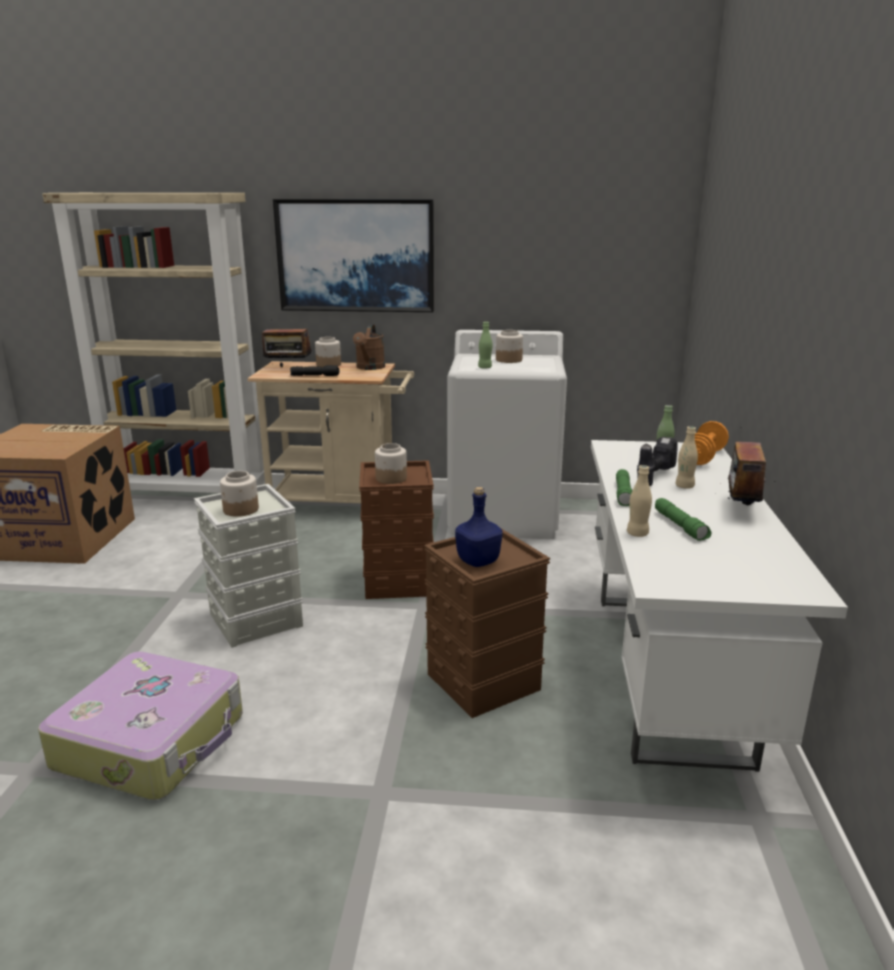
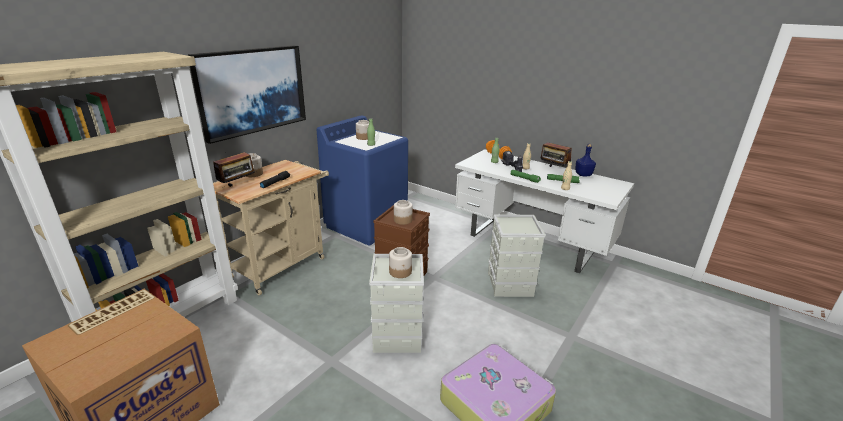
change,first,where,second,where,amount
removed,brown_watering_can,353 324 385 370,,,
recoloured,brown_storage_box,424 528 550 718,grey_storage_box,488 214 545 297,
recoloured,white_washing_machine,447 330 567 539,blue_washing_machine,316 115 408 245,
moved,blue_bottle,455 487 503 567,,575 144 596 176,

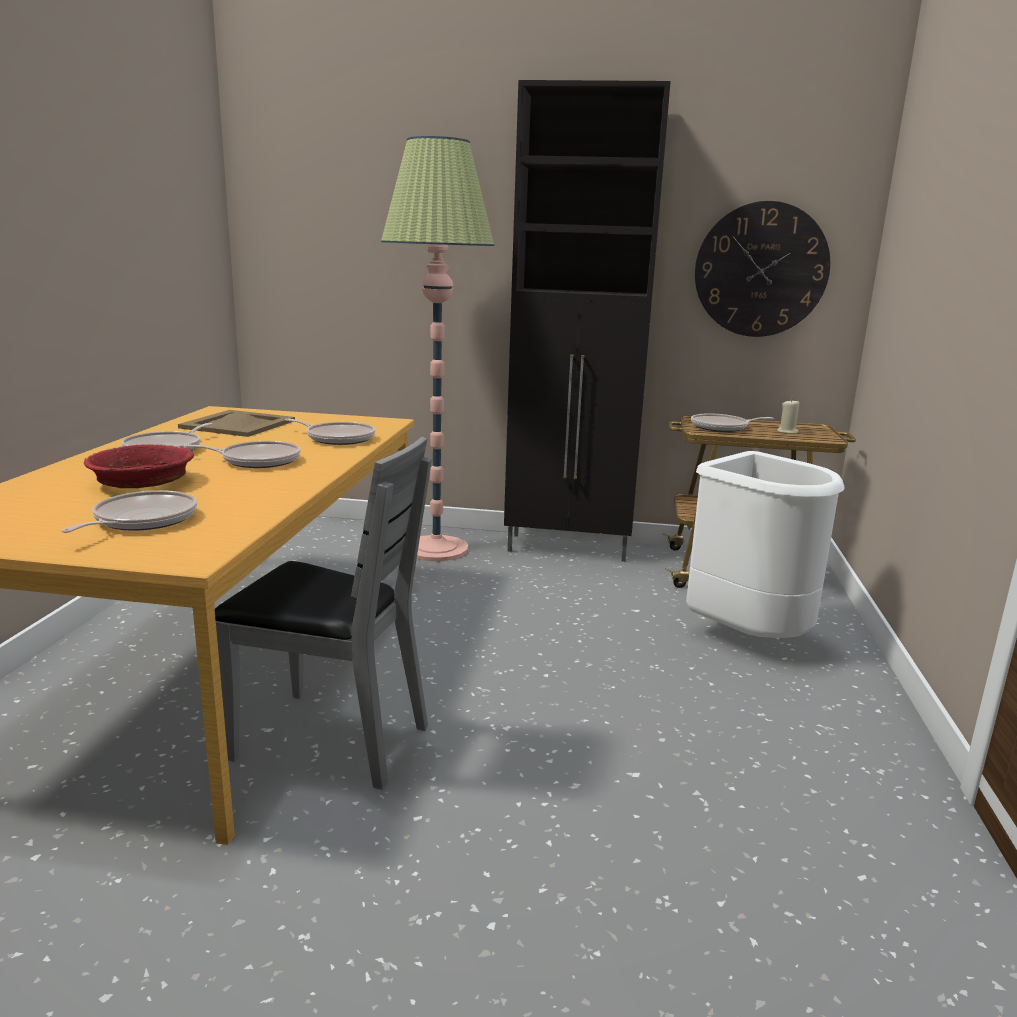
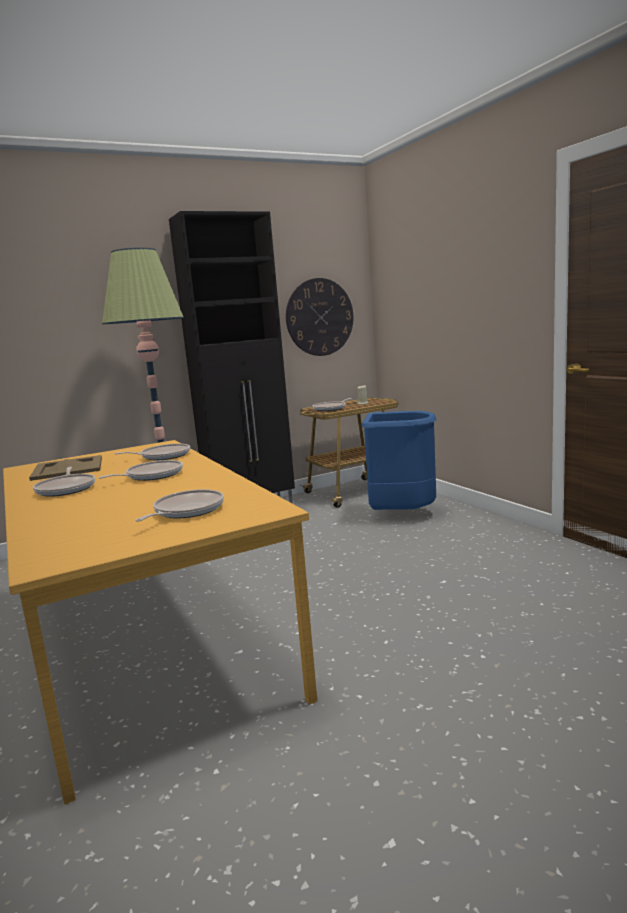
change,first,where,second,where,amount
turned,frying_pan,61 490 197 533,,135 489 224 522,45 degrees clockwise
removed,red_bowl,84 444 194 488,,,
removed,grey_chair,215 437 432 790,,,
recoloured,white_trash_can,686 451 845 638,blue_trash_can,361 411 436 510,

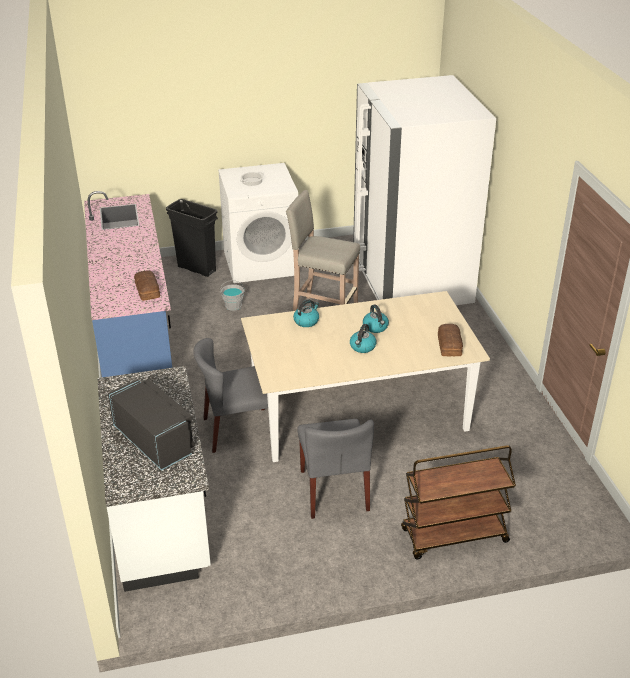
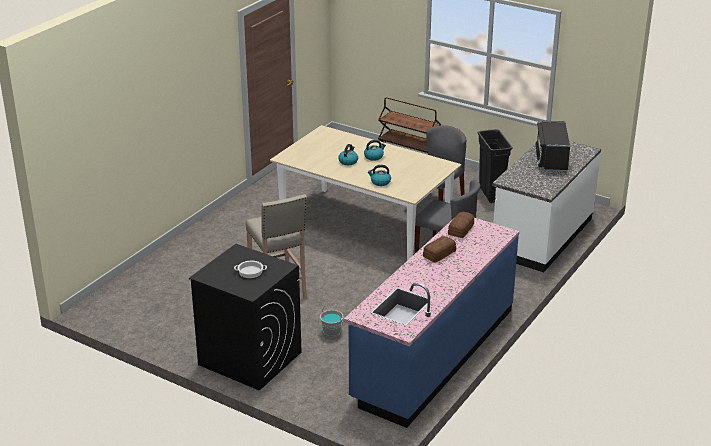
change,first,where,second,where,amount
moved,black_trash_can,166 199 218 277,,478 129 513 203,
recoloured,white_washing_machine,218 163 298 283,black_washing_machine,189 244 301 391,
removed,white_fridge,353 75 496 305,,,
moved,bread,438 324 463 356,,423 236 456 263,

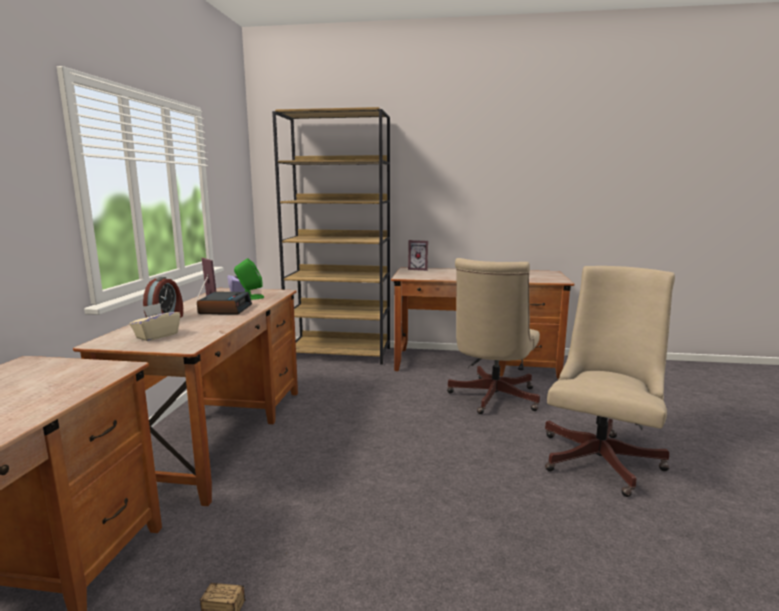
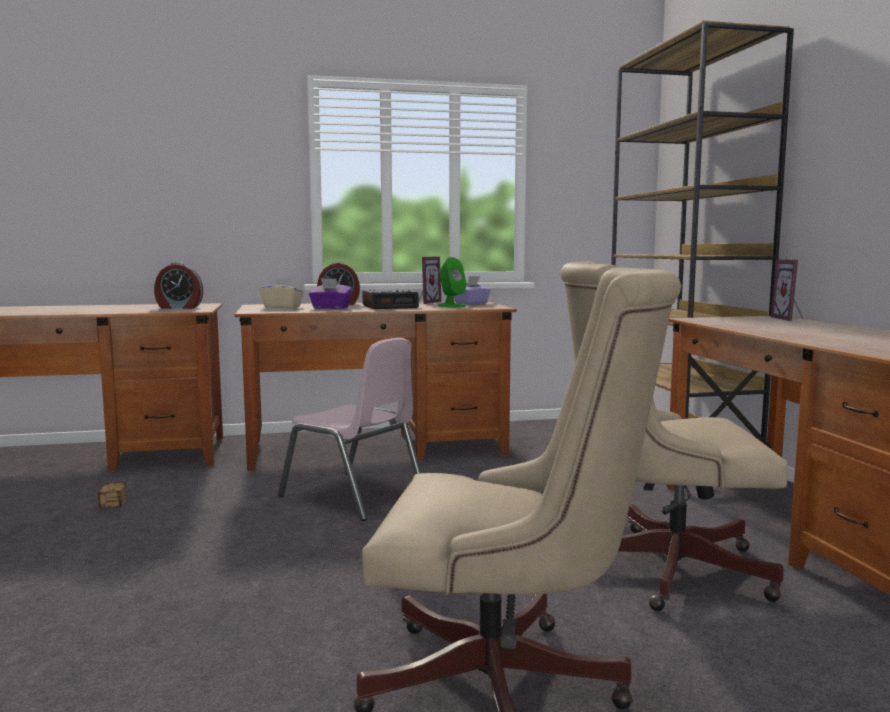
change,first,where,second,where,amount
added,,,alarm_clock,154 262 203 309,
added,,,pink_chair,278 338 421 521,
added,,,purple_tissue_box,309 278 352 309,

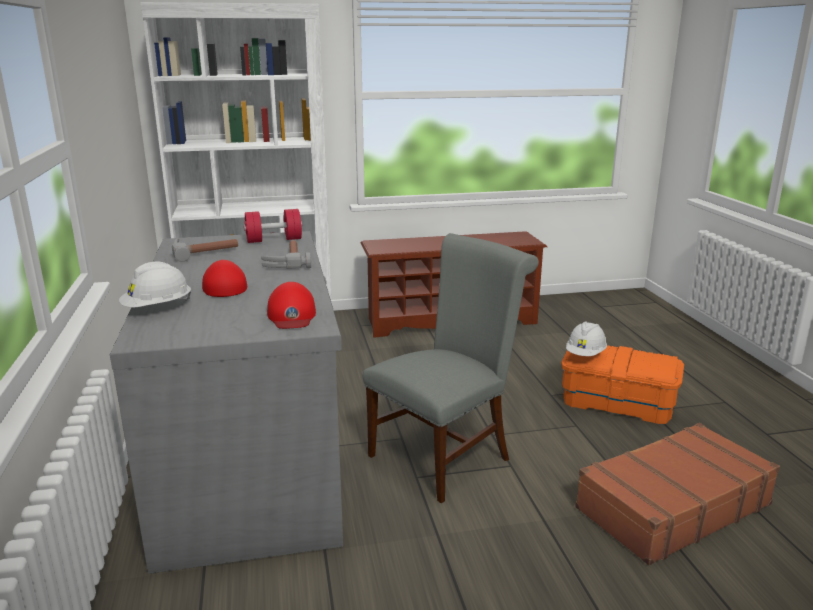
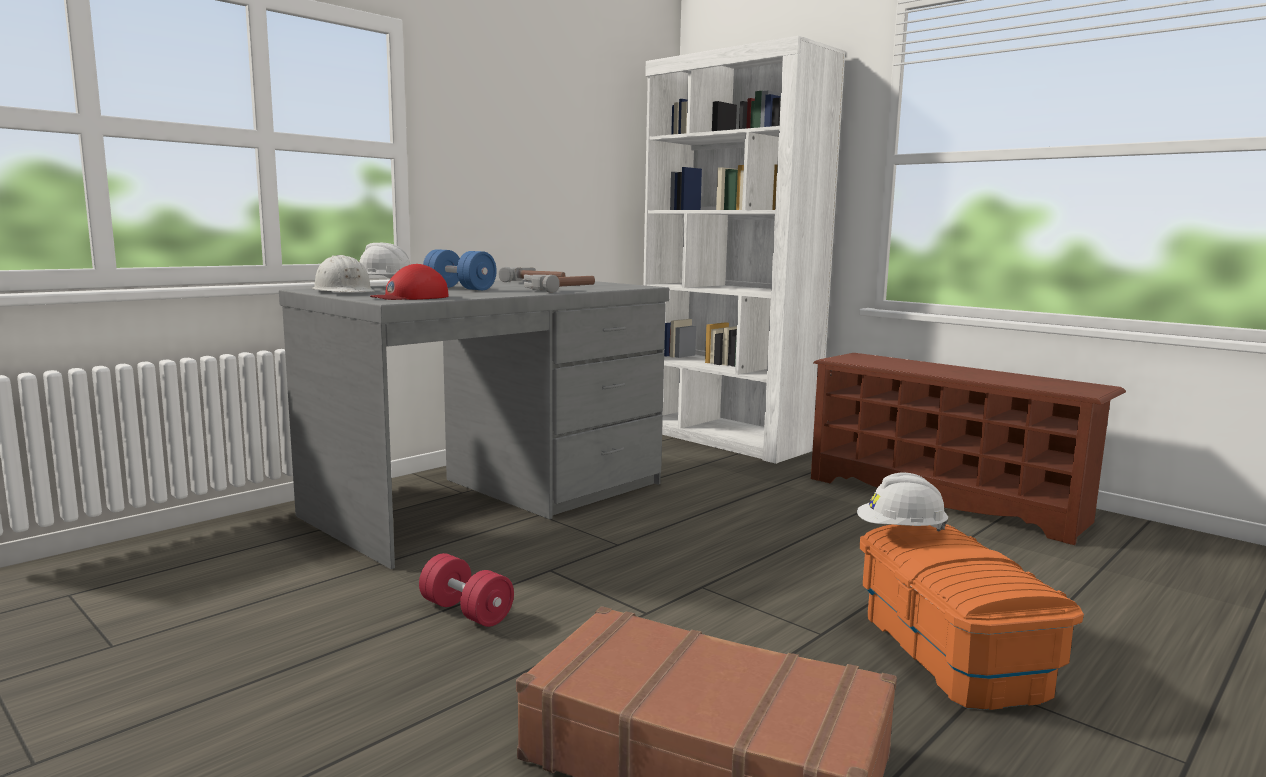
change,first,where,second,where,amount
replaced,red_cap,202 260 247 297,blue_dumbbell,423 249 497 290,
moved,red_dumbbell,244 209 302 243,,419 553 514 627,
removed,grey_chair,363 233 539 503,,,
added,,,white_hard_hat,312 255 375 292,

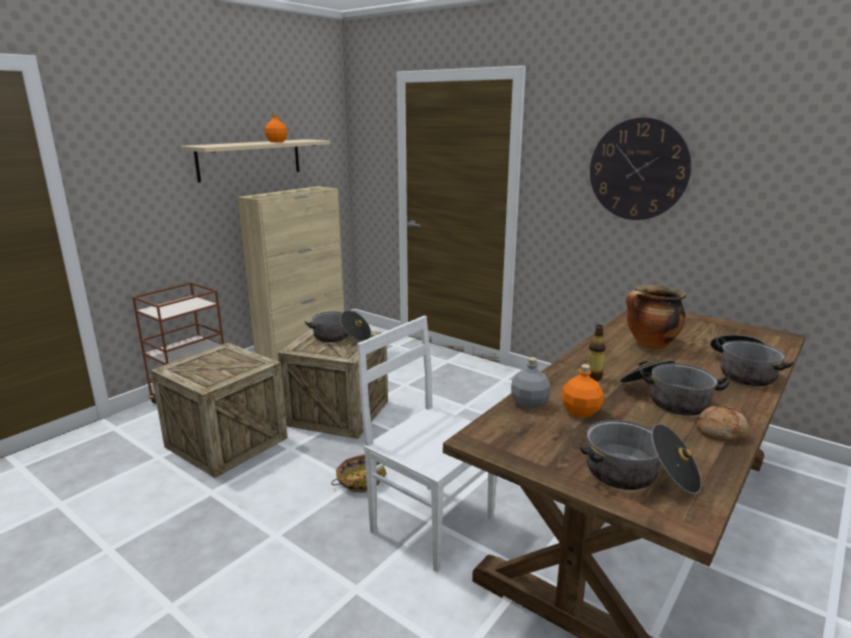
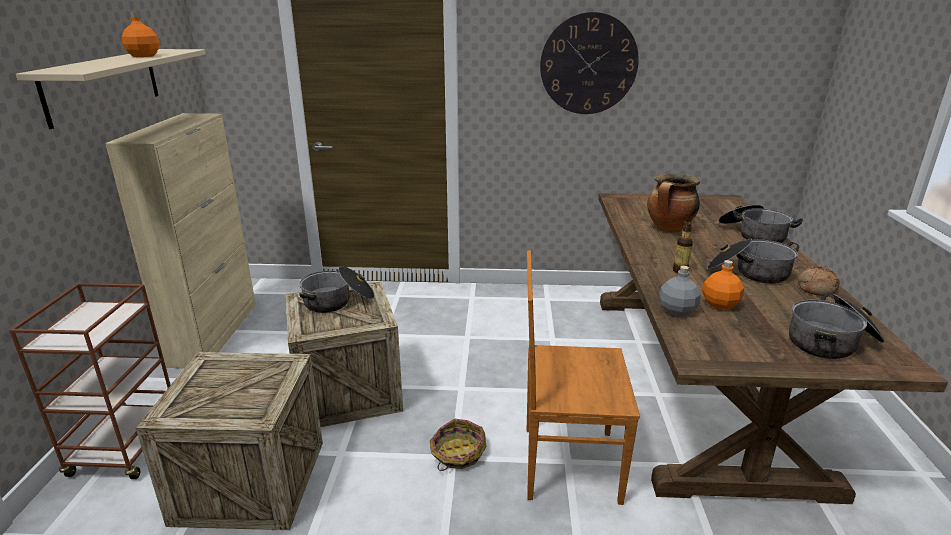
change,first,where,second,where,amount
recoloured,white_chair,357 316 497 572,brown_chair,527 250 640 505,

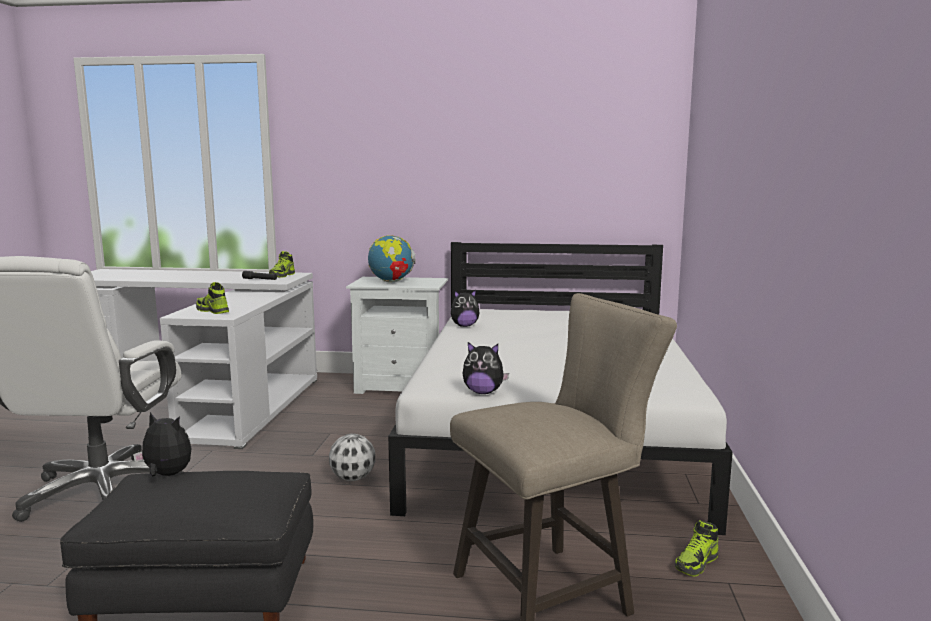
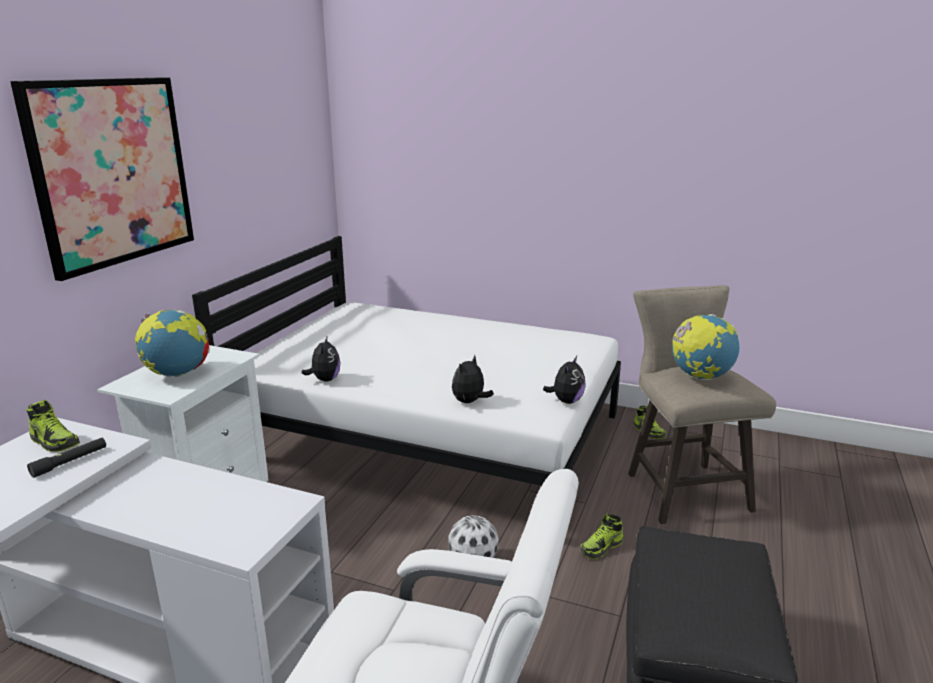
change,first,where,second,where,amount
moved,plush_toy,133 412 192 476,,452 355 494 403,
moved,shoe,196 282 229 314,,580 514 623 559,
added,,,picture,10 77 194 281,
added,,,globe,672 314 740 381,

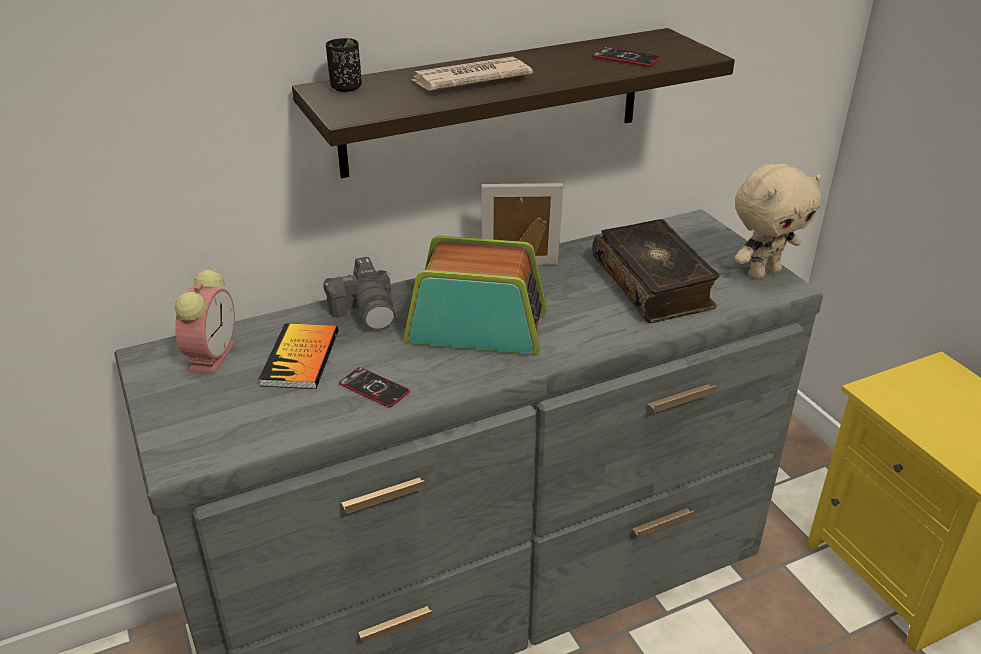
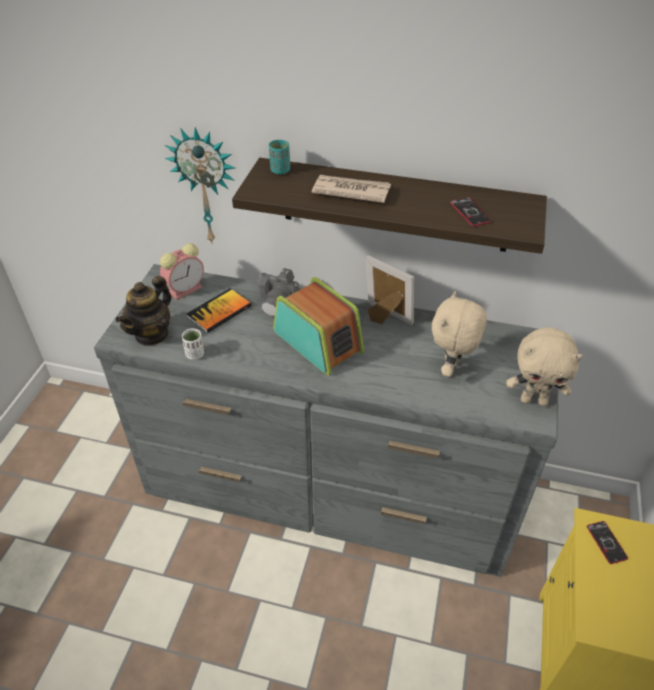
change,first,where,second,where,amount
recoloured,black_cup,326 38 362 92,turquoise_cup,269 140 290 175,
moved,phone,339 367 410 407,,587 521 628 564,
replaced,book,592 219 720 323,beige_plush_toy,432 291 487 377,
added,,,teapot,116 276 171 346,
added,,,wall_clock,165 127 235 243,
added,,,white_cup,182 328 204 360,

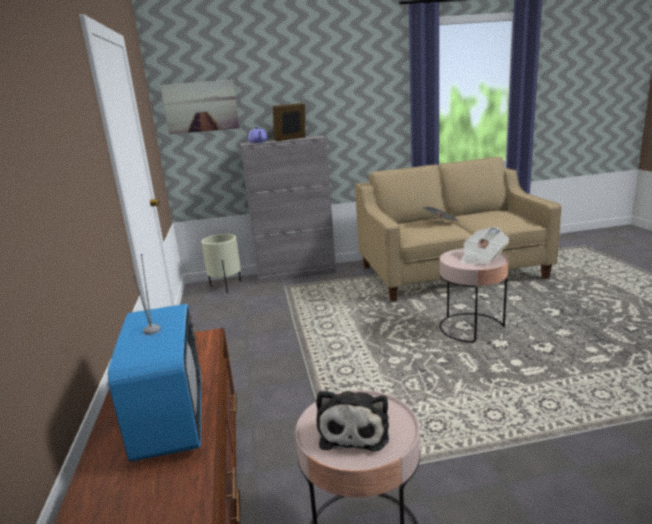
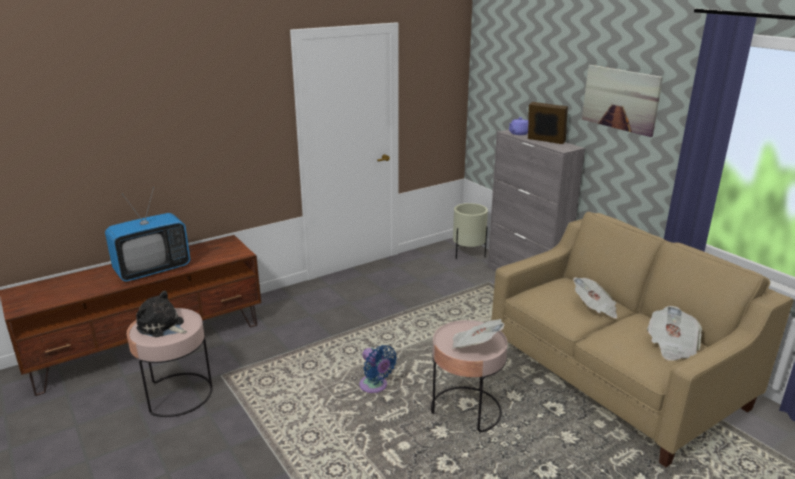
change,first,where,second,where,amount
moved,picture,160 80 239 134,,582 65 663 137,
turned,plush_toy,316 390 389 452,,136 291 187 337,45 degrees clockwise
added,,,blue_fan,359 345 397 393,
added,,,newspaper,647 306 702 361,

